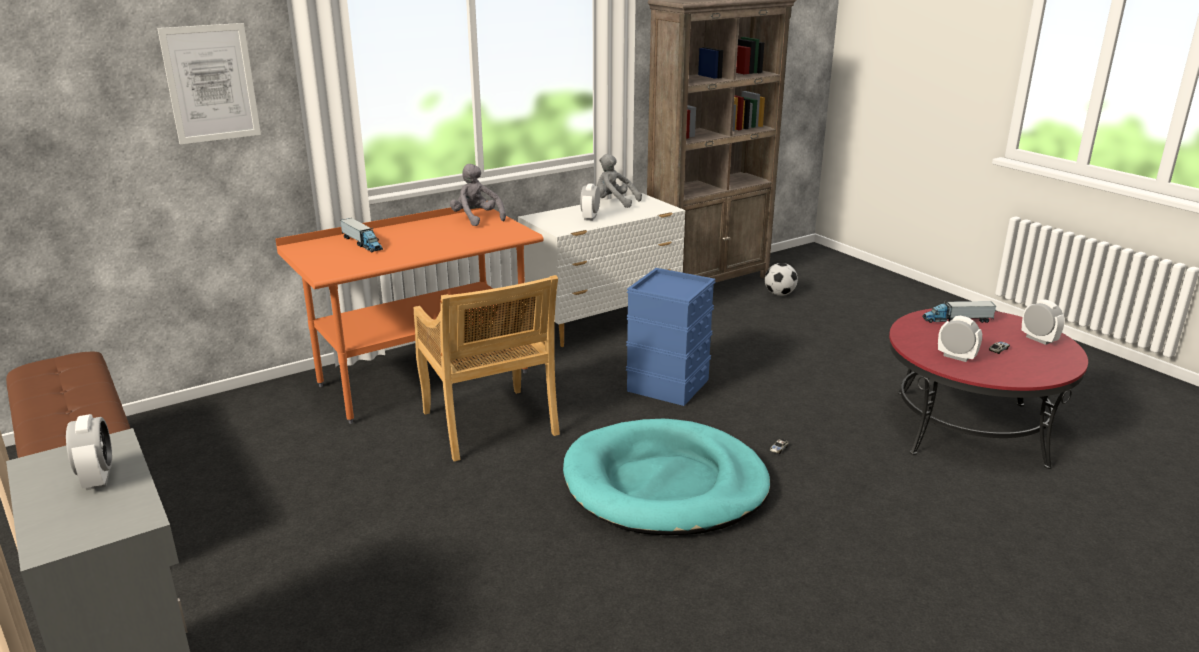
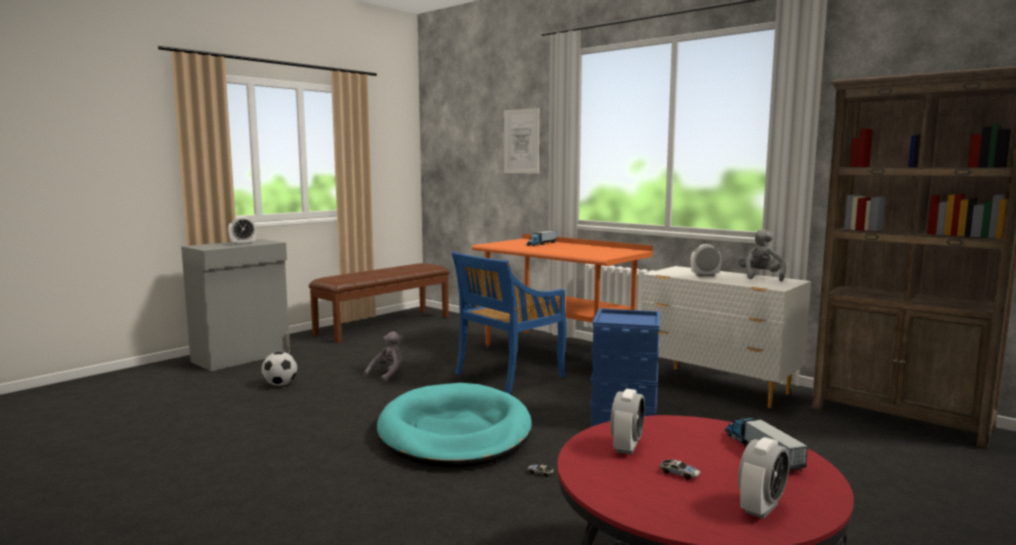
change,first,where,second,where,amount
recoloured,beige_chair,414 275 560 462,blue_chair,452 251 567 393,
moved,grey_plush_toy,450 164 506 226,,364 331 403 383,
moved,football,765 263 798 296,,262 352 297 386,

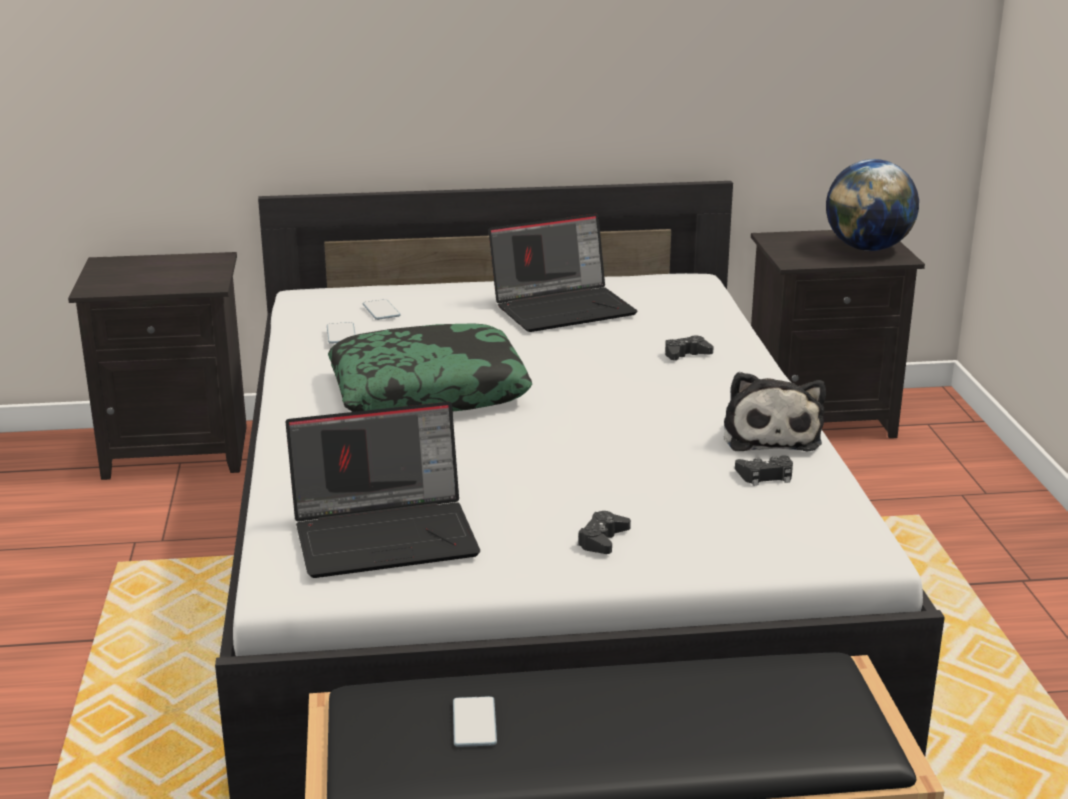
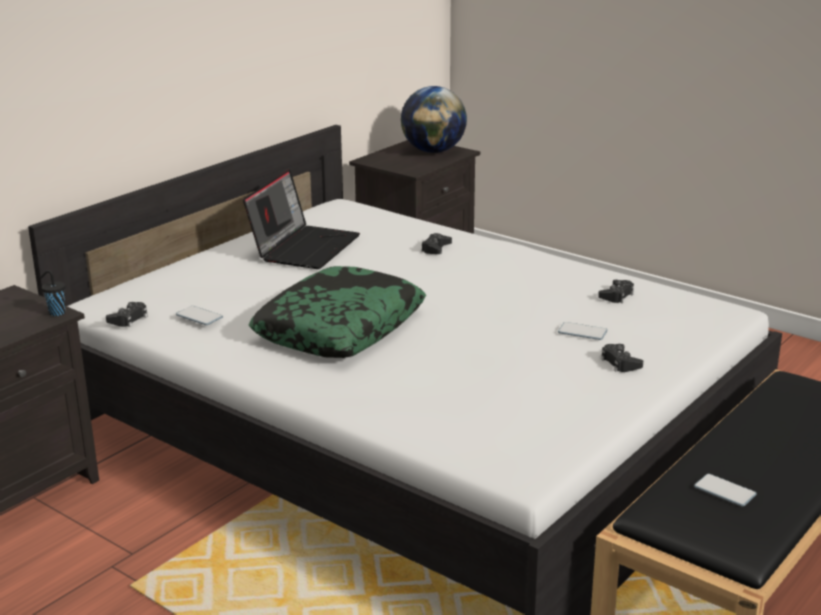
change,first,where,second,where,amount
removed,laptop,286 402 480 578,,,
moved,phone,363 299 401 320,,558 322 607 340,
removed,plush_toy,724 372 826 452,,,
added,,,black_cup,40 270 65 316,
added,,,black_game_controller,106 302 148 327,

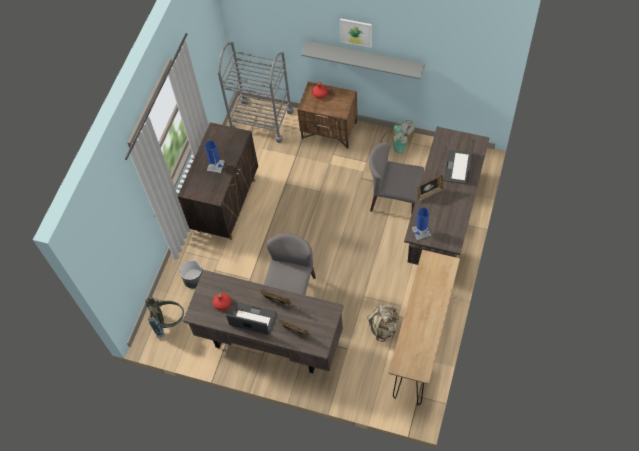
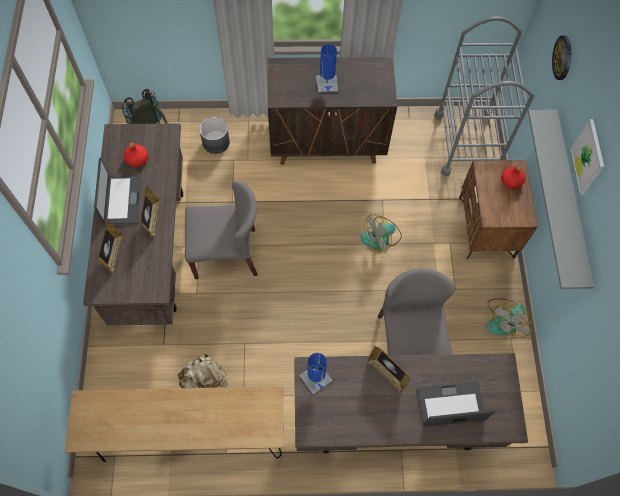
change,first,where,second,where,amount
added,,,fan,360 213 402 253,
added,,,wall_clock,552 35 571 80,

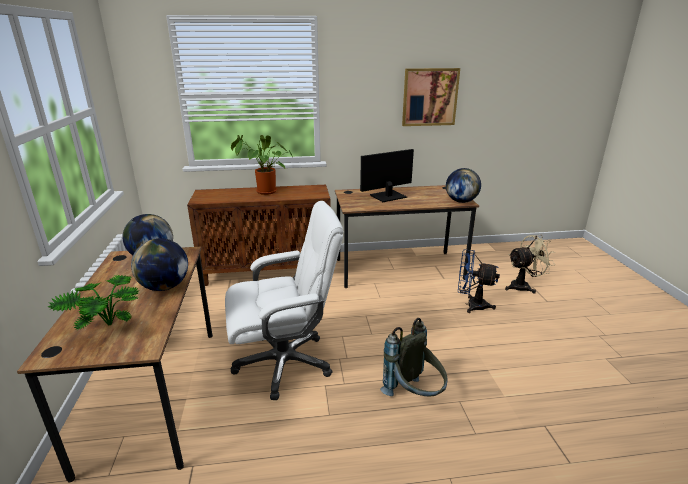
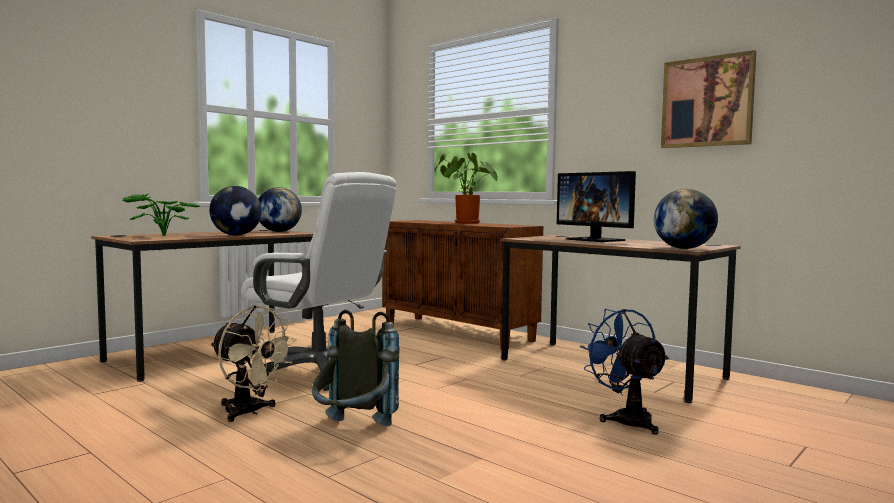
change,first,where,second,where,amount
turned,monitor,360 149 414 202,,557 171 636 242,150 degrees counterclockwise
moved,beige_fan,505 235 555 294,,210 305 297 422,

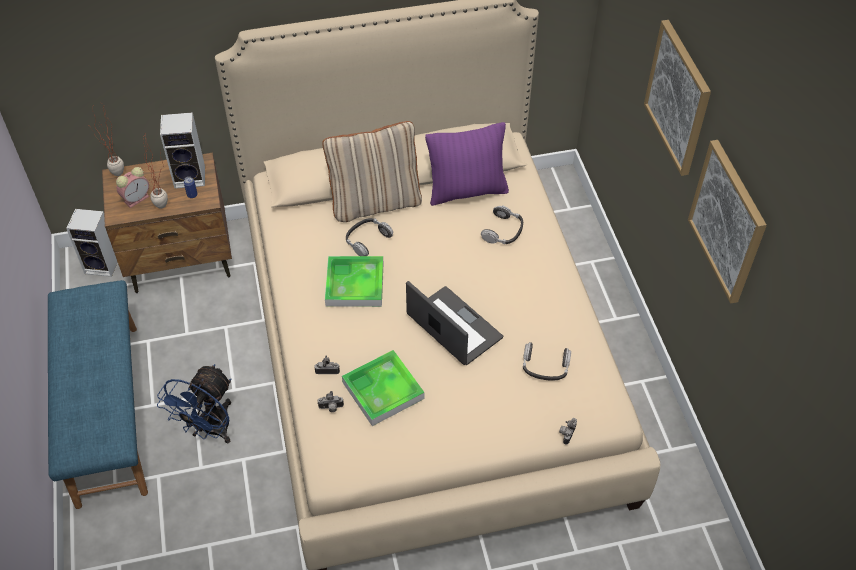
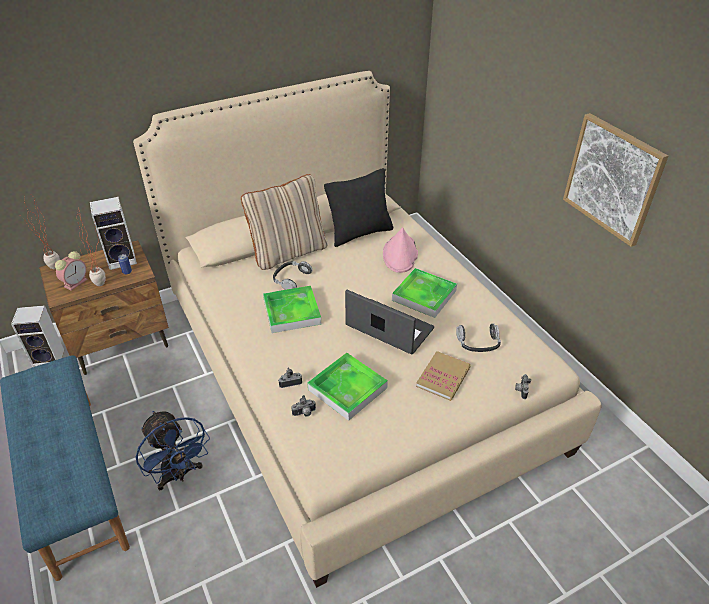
change,first,where,second,where,amount
turned,blue_fan,157 364 231 444,,136 411 210 490,45 degrees counterclockwise
recoloured,purple_pillow,425 122 509 206,black_pillow,324 168 394 247,
replaced,headphones,481 205 523 244,pink_hat,383 227 418 273,
removed,picture,644 20 711 176,,,
added,,,tray,392 268 457 318,
added,,,book,416 351 471 401,

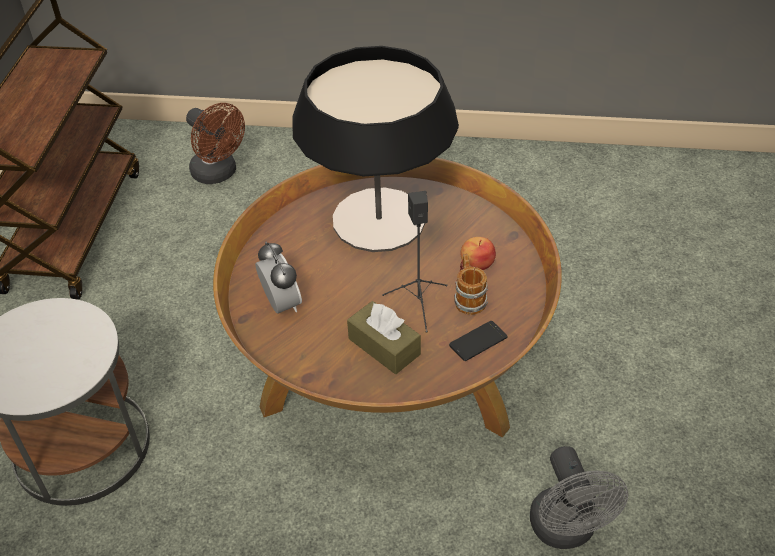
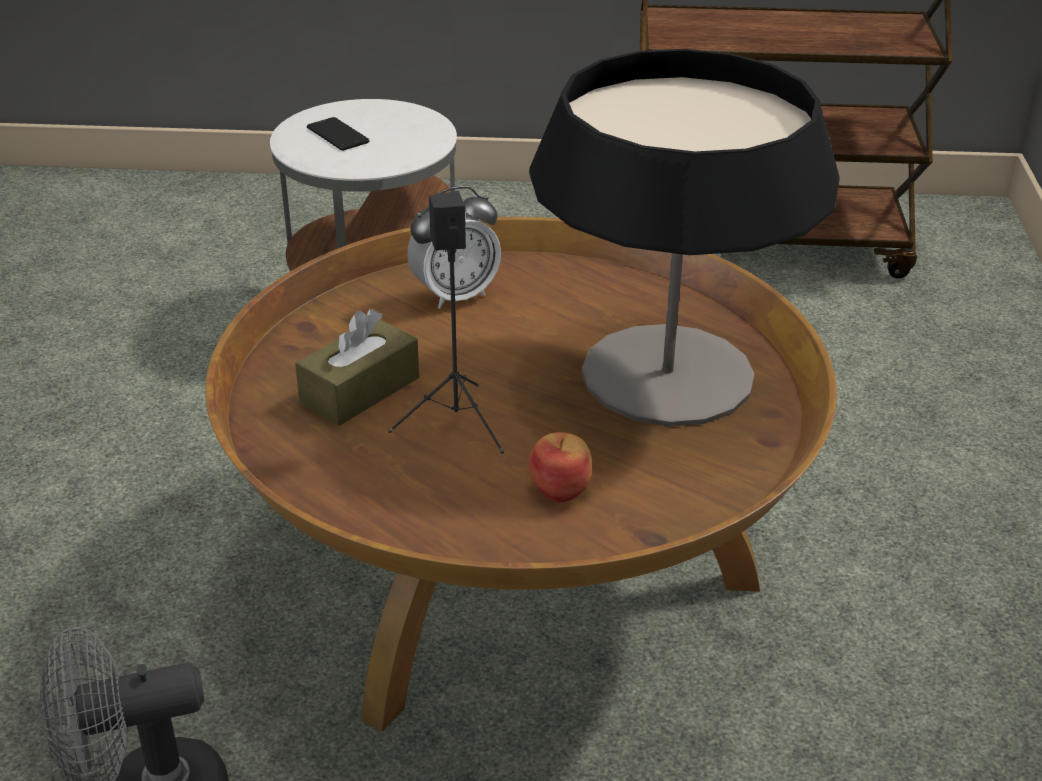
change,first,where,second,where,amount
removed,brown_fan,186 103 245 184,,,
moved,phone,449 321 508 361,,307 117 369 151,
removed,mug,454 254 488 315,,,

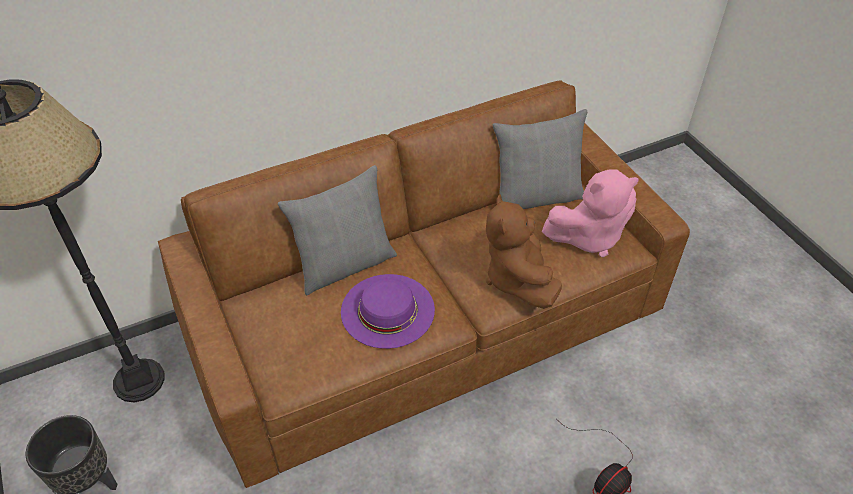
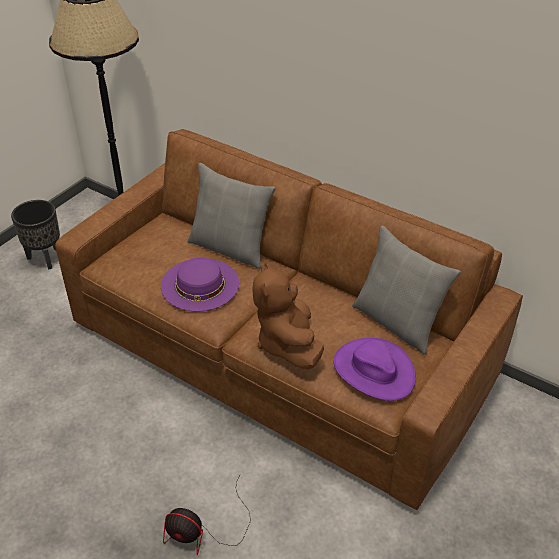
change,first,where,second,where,amount
turned,brown_plush_toy,486 194 562 309,,252 262 324 370,60 degrees counterclockwise
replaced,pink_plush_toy,542 169 639 257,purple_hat,333 338 416 401,

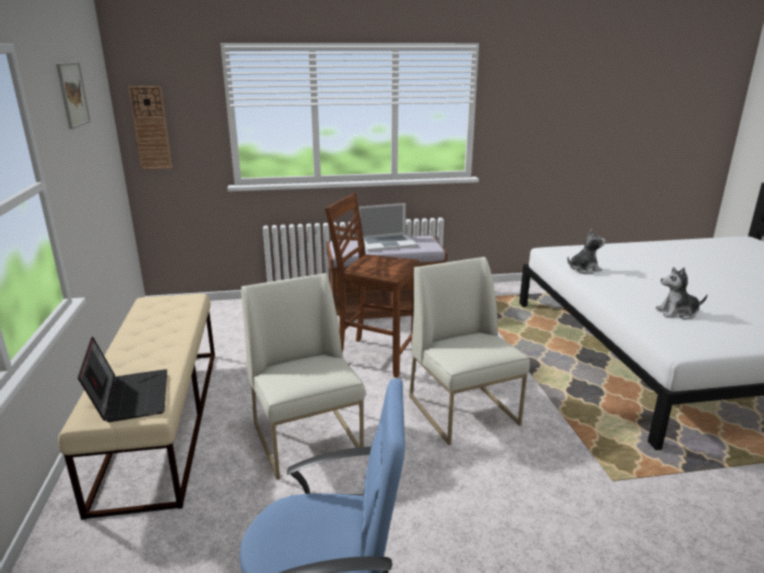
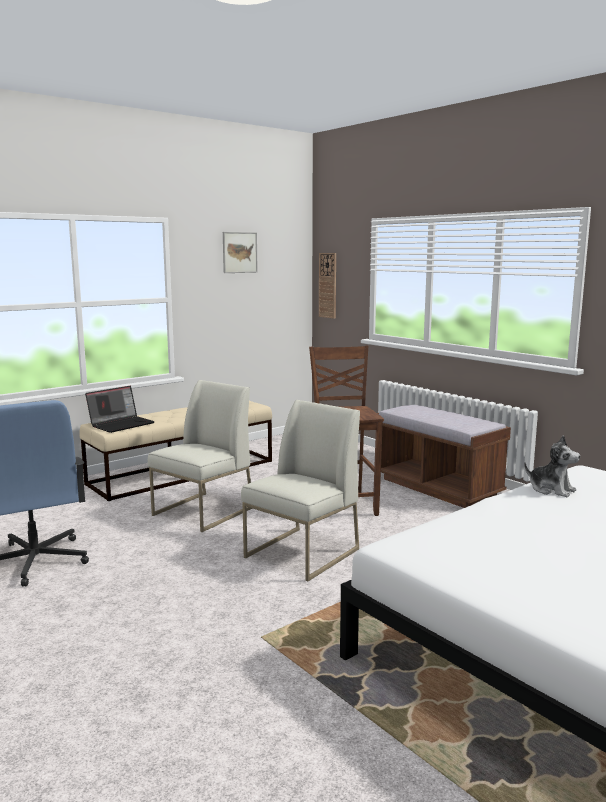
change,first,where,second,where,amount
removed,laptop,359 203 417 251,,,
removed,plush_toy,655 267 707 320,,,

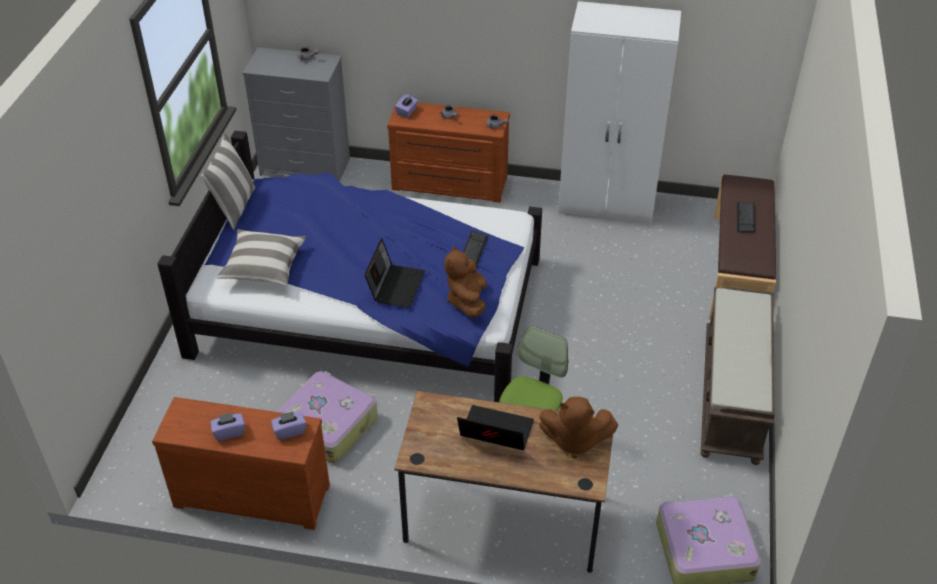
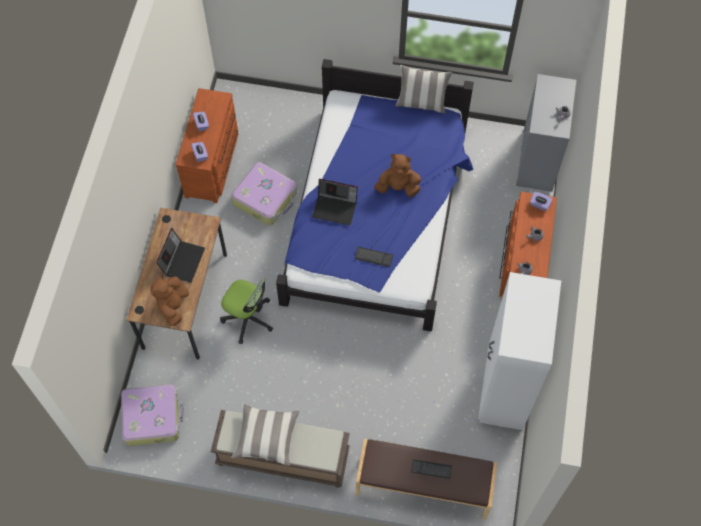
change,first,where,second,where,amount
moved,pillow,216 229 306 286,,232 404 299 466,
moved,brown_plush_toy,444 246 487 318,,374 154 421 197,

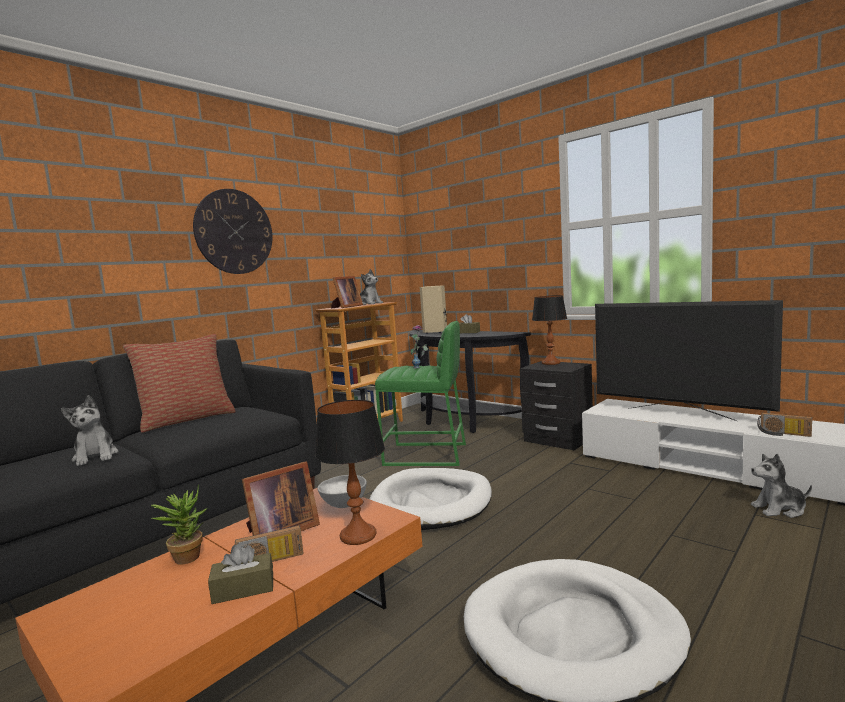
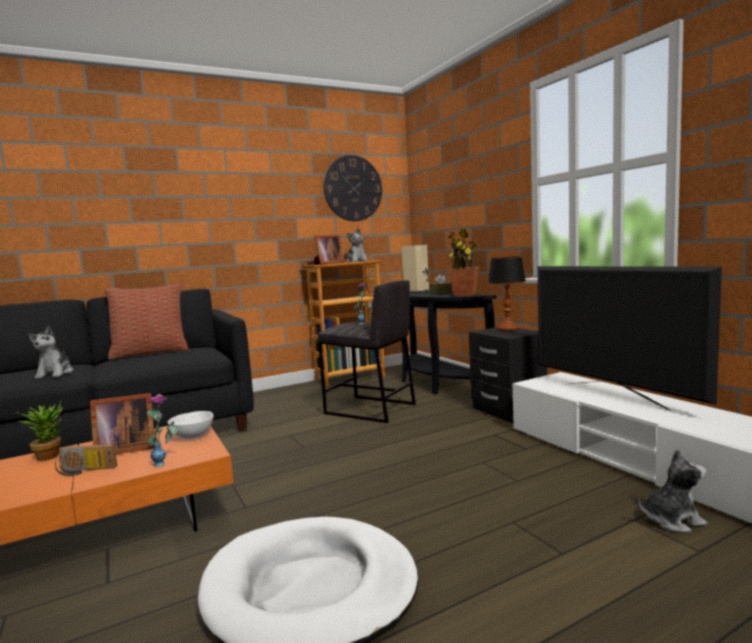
change,first,where,second,where,amount
moved,wall_clock,193 189 273 274,,323 155 382 221,
removed,brown_tissue_box,208 544 273 604,,,
replaced,table_lamp,315 400 385 545,vase,147 394 178 467,
removed,white_dog_bed,370 468 492 530,,,
recoloured,green_stool,375 321 466 466,grey_stool,318 280 416 423,
turned,plush_toy,751 454 812 518,,638 449 707 532,150 degrees clockwise
removed,radio,757 413 812 437,,,
added,,,potted_plant,447 229 481 296,

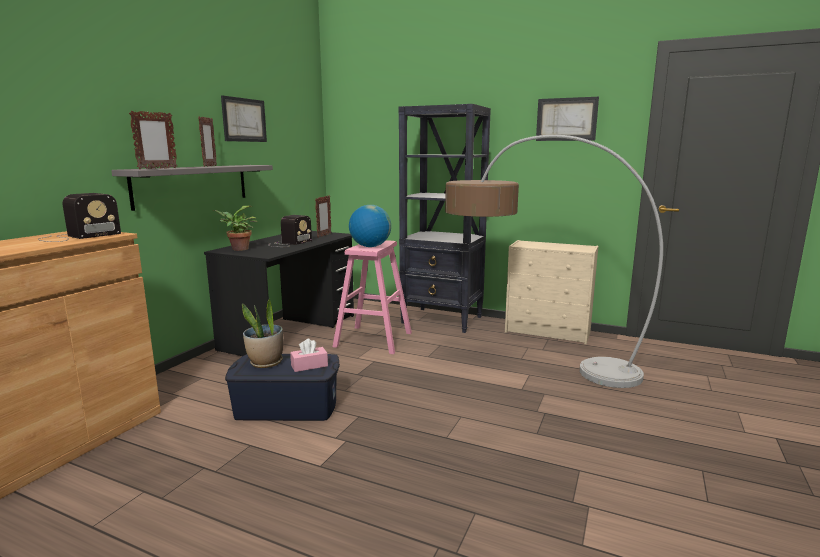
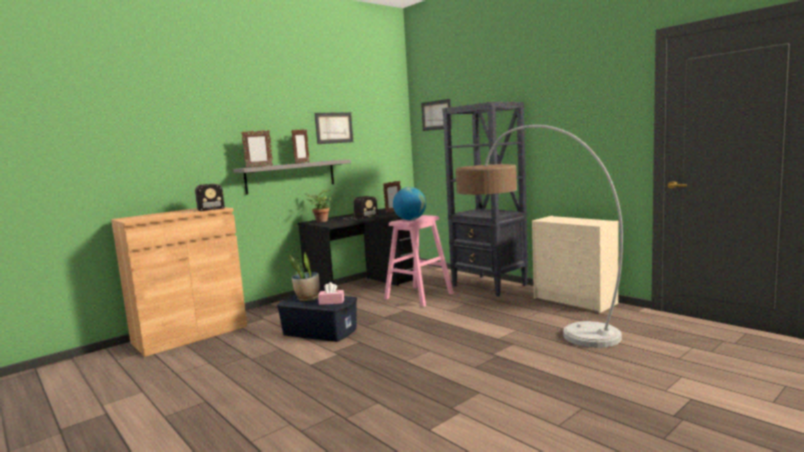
change,first,where,second,where,amount
moved,picture,536 97 599 141,,421 99 452 131,

